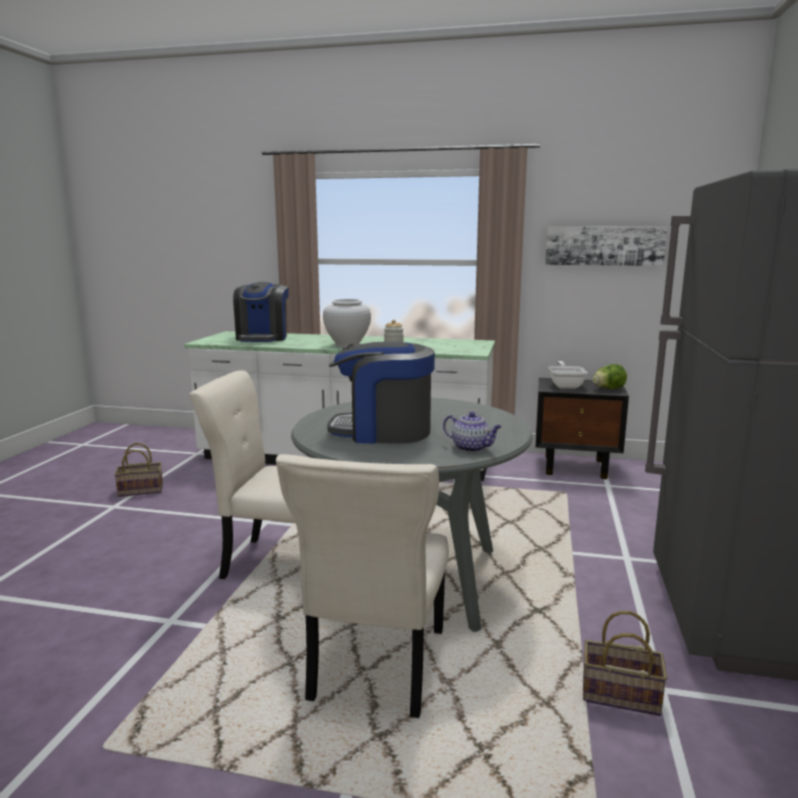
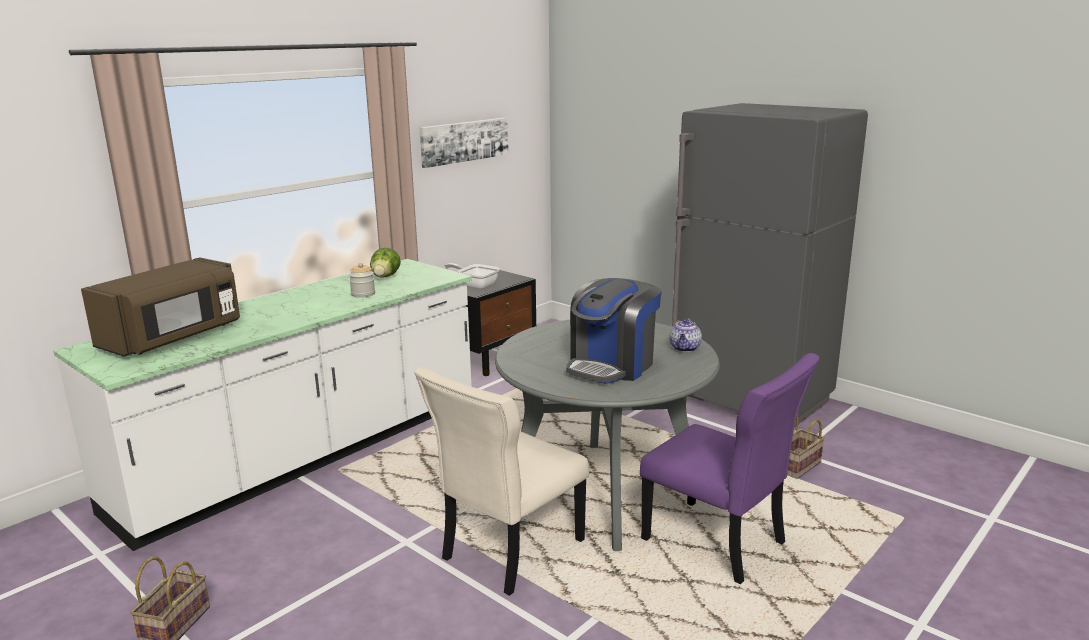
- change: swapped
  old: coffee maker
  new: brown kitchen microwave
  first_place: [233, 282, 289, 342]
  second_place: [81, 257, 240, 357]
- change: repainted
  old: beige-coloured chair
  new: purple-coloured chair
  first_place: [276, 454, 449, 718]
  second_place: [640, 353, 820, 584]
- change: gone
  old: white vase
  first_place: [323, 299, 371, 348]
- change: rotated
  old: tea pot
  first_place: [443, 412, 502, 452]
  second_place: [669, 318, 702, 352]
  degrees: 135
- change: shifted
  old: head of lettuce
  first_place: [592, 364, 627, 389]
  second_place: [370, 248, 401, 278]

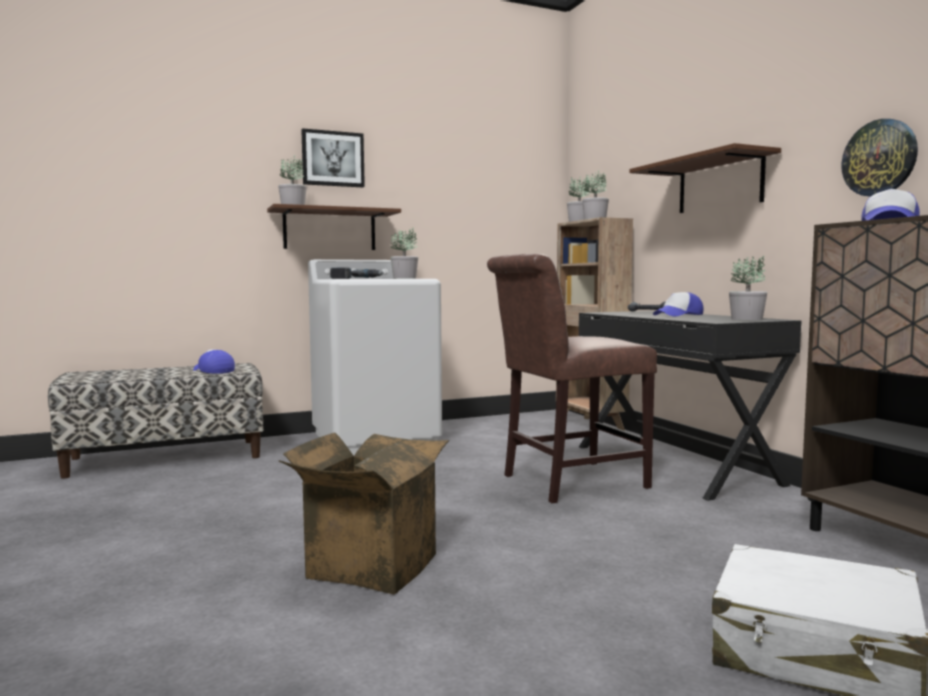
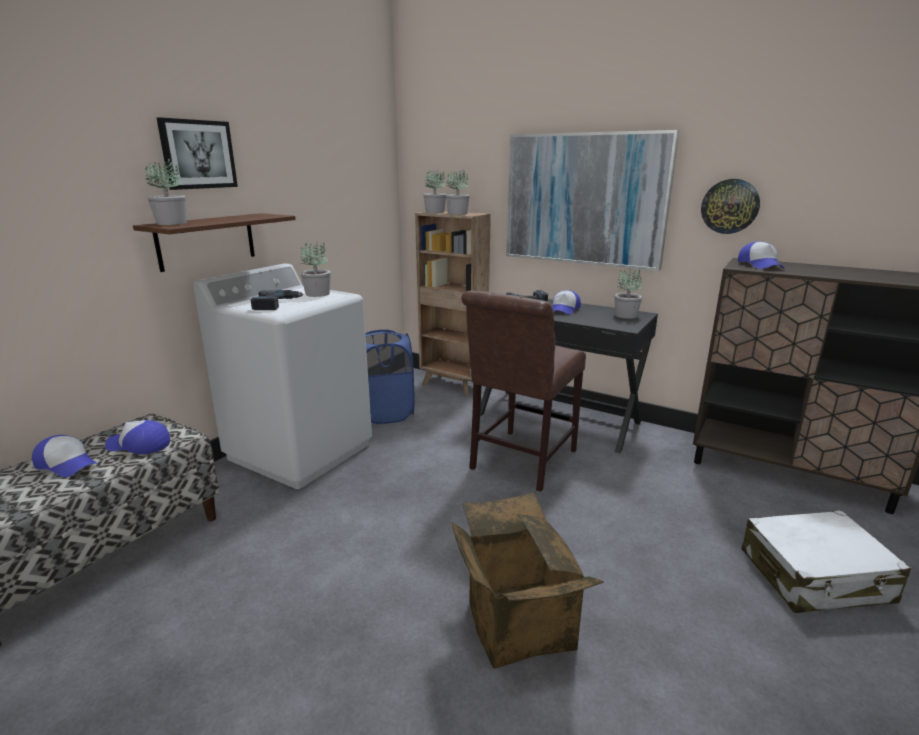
- change: swapped
  old: brown bracket shelf
  new: wall art
  first_place: [629, 143, 781, 213]
  second_place: [506, 130, 680, 271]
- change: new
  new: cap
  second_place: [32, 435, 97, 477]
- change: new
  new: bluish hamper
  second_place: [365, 329, 415, 424]

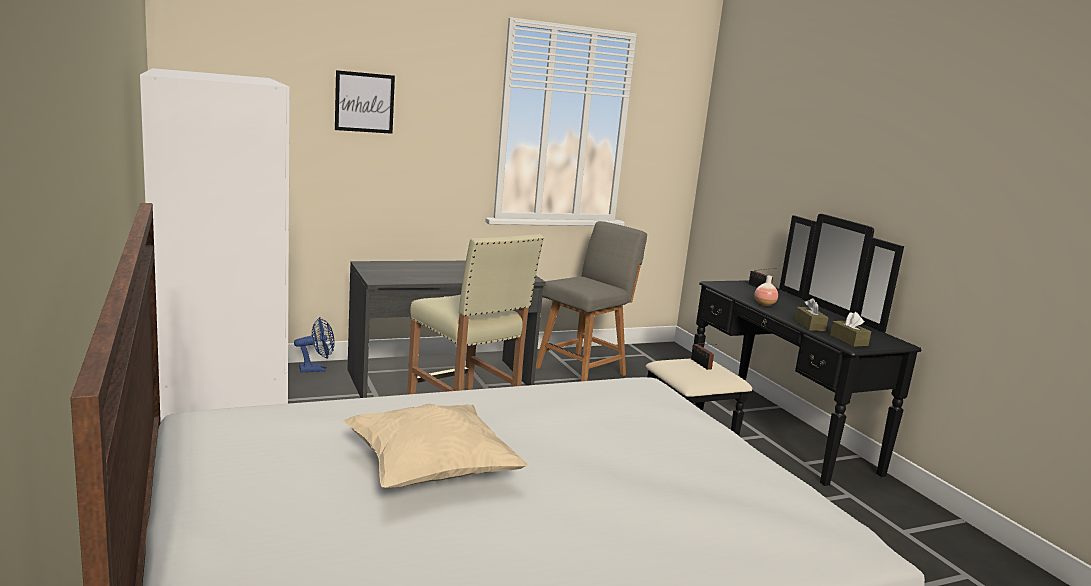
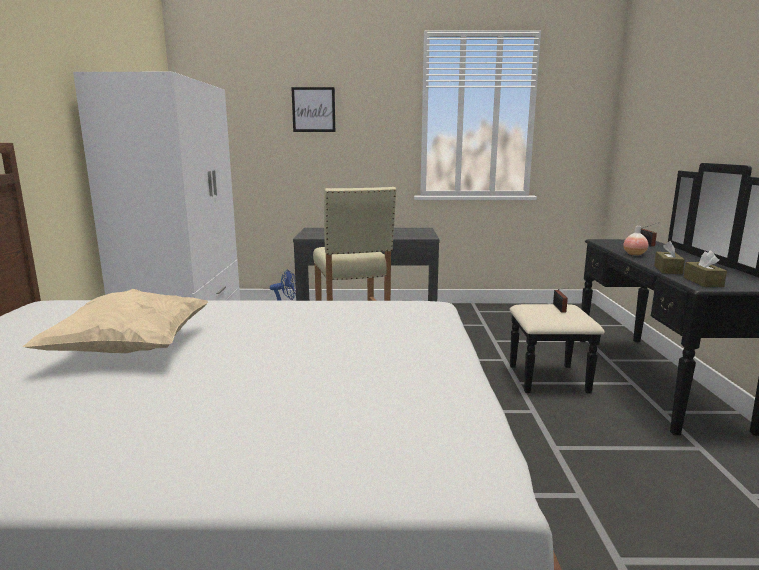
- change: gone
  old: grey chair
  first_place: [536, 221, 647, 381]

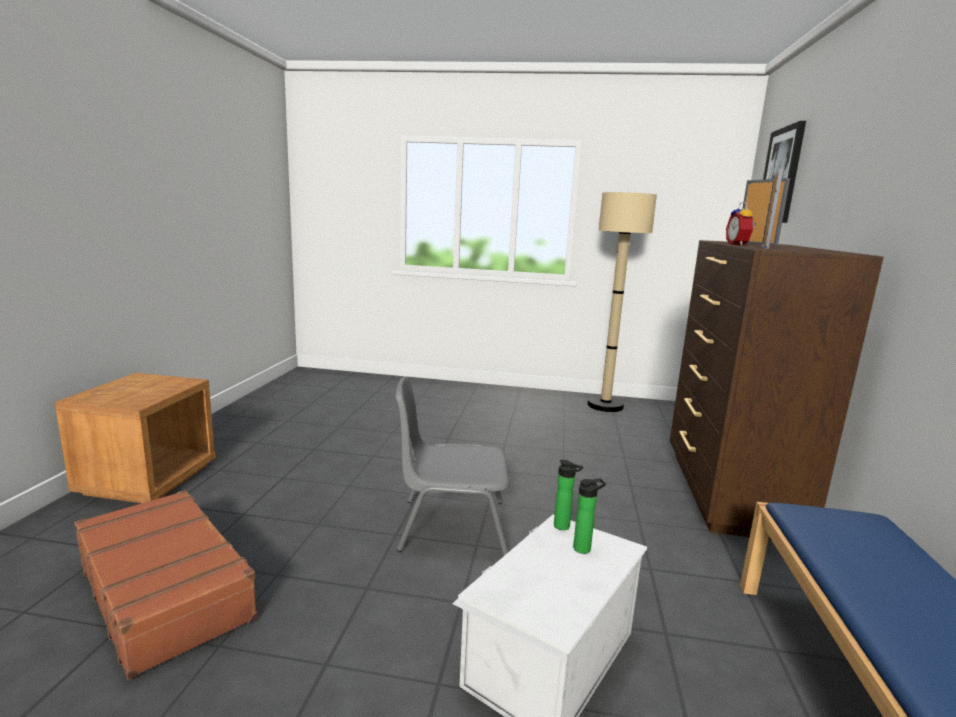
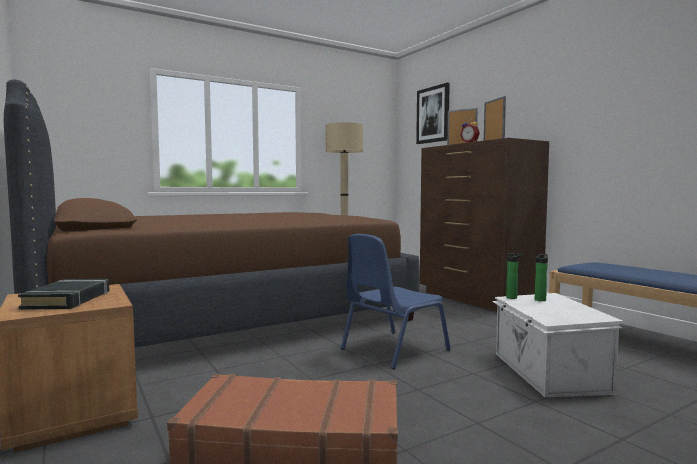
- change: repainted
  old: grey chair
  new: bluish chair
  first_place: [396, 376, 510, 556]
  second_place: [341, 234, 451, 369]
- change: new
  new: brown bed
  second_place: [4, 80, 420, 347]
- change: new
  new: blackish bound book
  second_place: [18, 279, 109, 310]

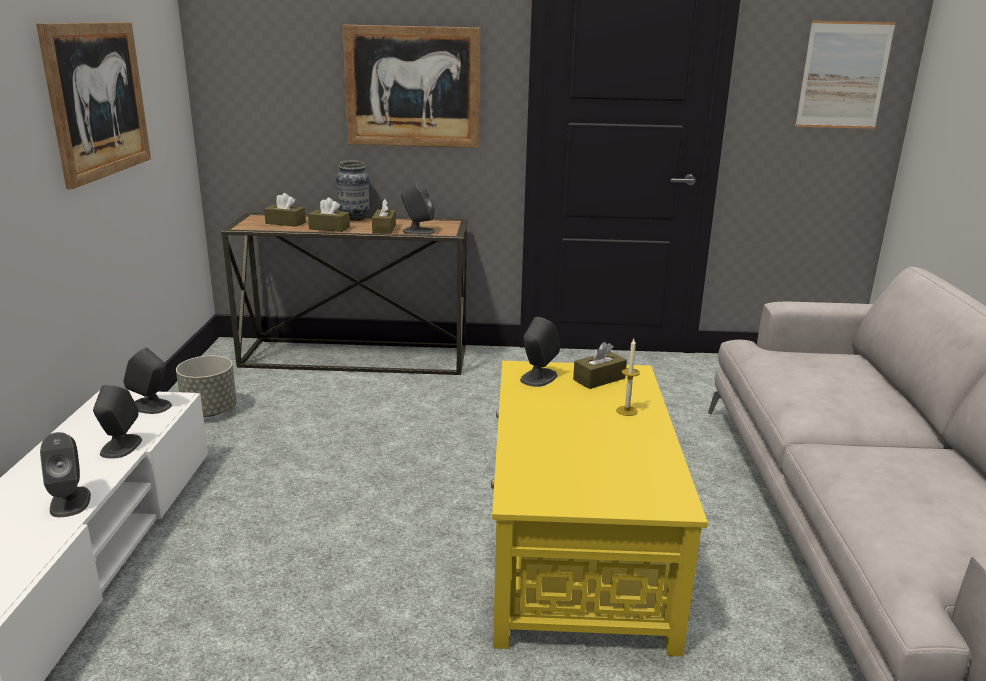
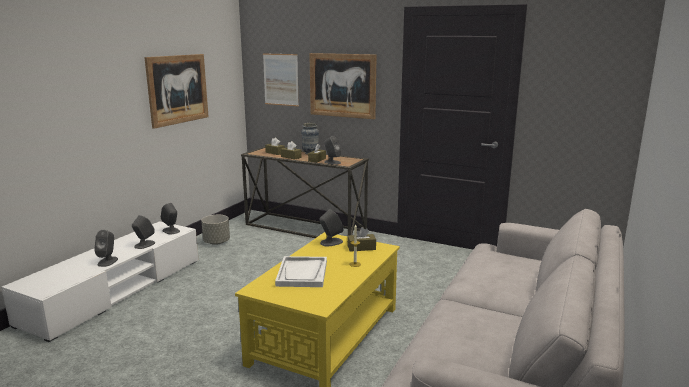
- change: shifted
  old: wall art
  first_place: [795, 21, 896, 129]
  second_place: [263, 53, 299, 106]
- change: new
  new: white serving tray
  second_place: [275, 256, 327, 287]

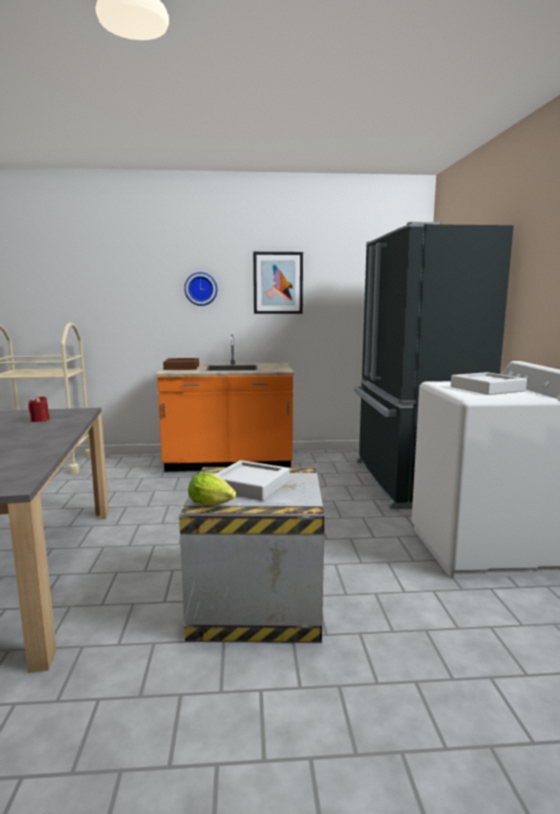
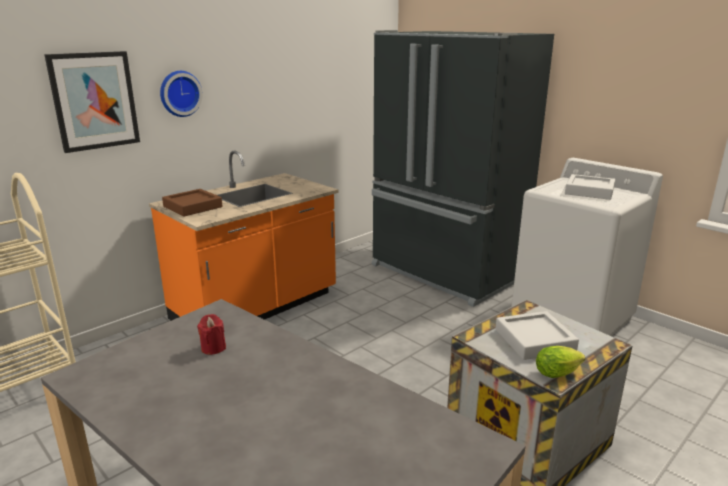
- change: shifted
  old: wall art
  first_place: [253, 252, 303, 314]
  second_place: [44, 51, 140, 153]

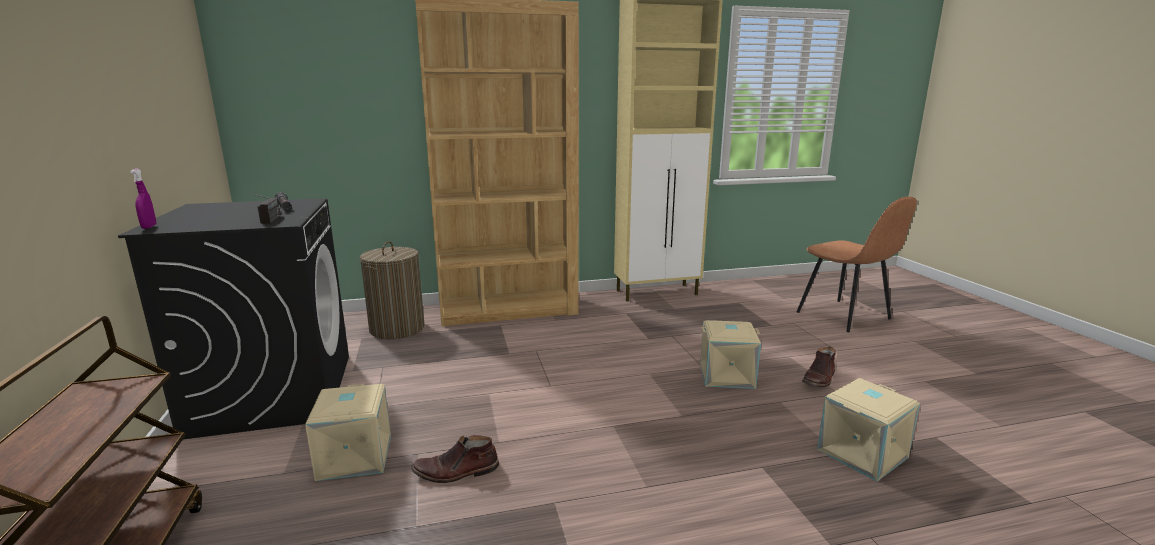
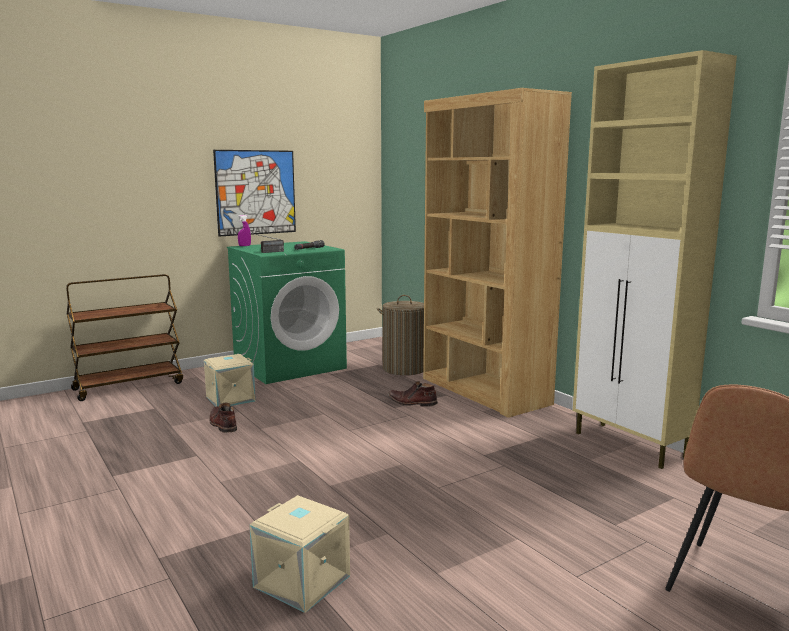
- change: repainted
  old: blackish laundry appliance
  new: green laundry appliance
  first_place: [118, 198, 349, 439]
  second_place: [227, 241, 347, 384]
- change: gone
  old: beige-coloured storage box
  first_place: [700, 320, 761, 389]
- change: shifted
  old: brown tall boot
  first_place: [802, 346, 836, 388]
  second_place: [388, 381, 438, 407]
- change: new
  new: wall art
  second_place: [213, 150, 296, 236]

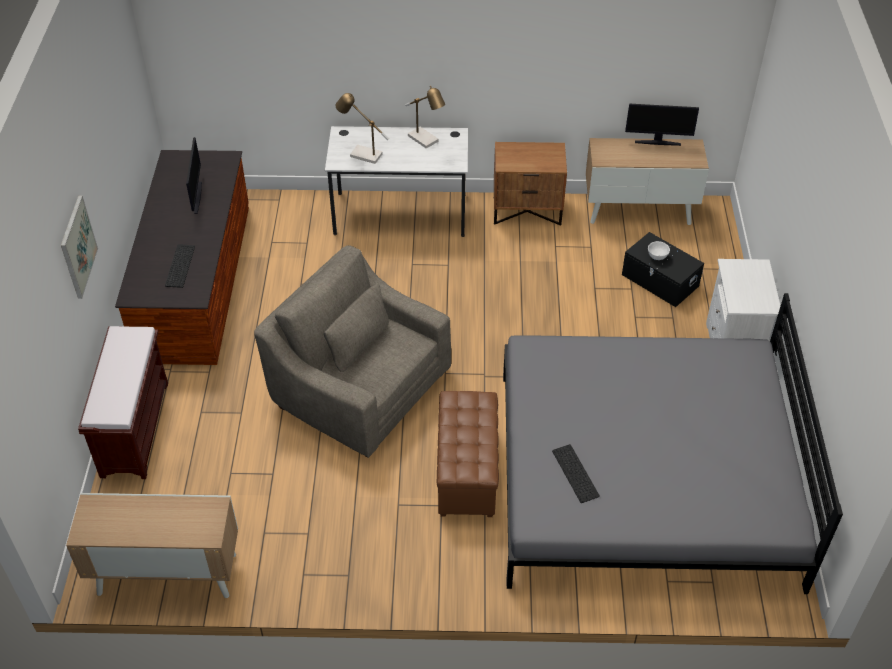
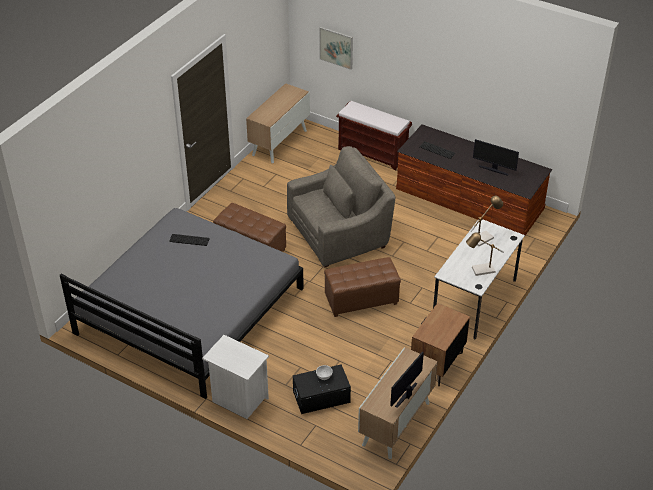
- change: shifted
  old: wall art
  first_place: [61, 195, 98, 299]
  second_place: [319, 27, 353, 70]
- change: new
  new: brown ottoman
  second_place: [324, 257, 401, 317]

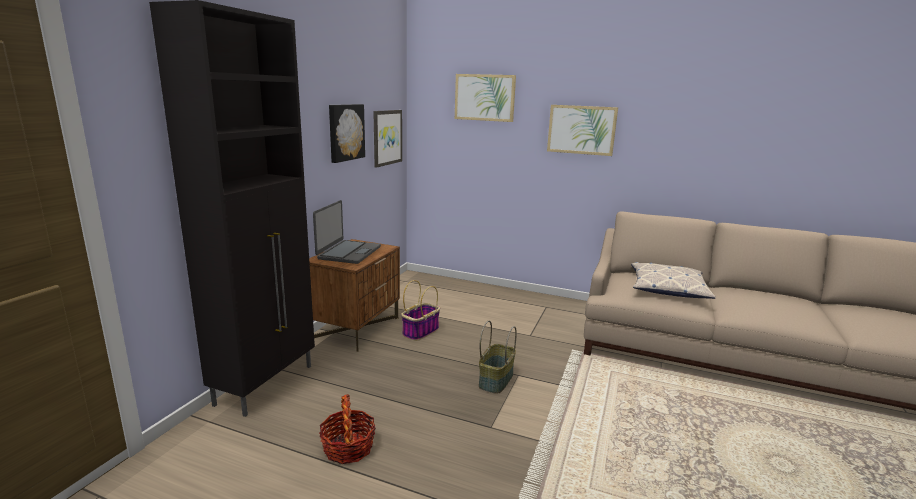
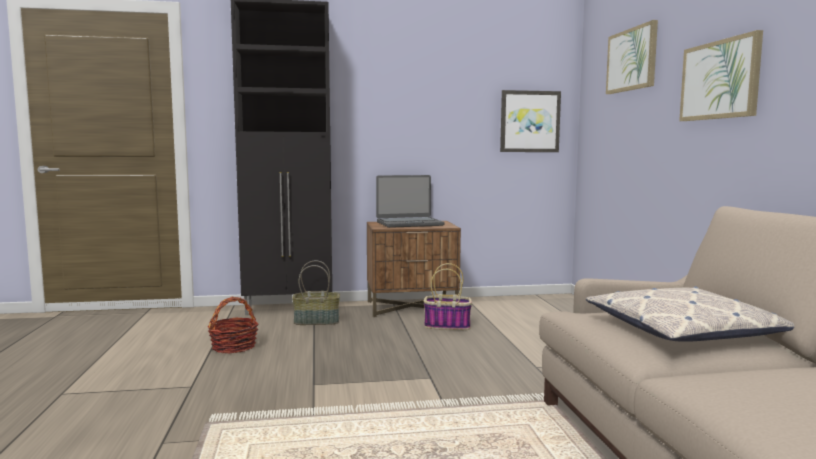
- change: gone
  old: wall art
  first_place: [329, 104, 365, 163]
- change: shifted
  old: storage basket
  first_place: [479, 321, 517, 394]
  second_place: [292, 260, 340, 325]

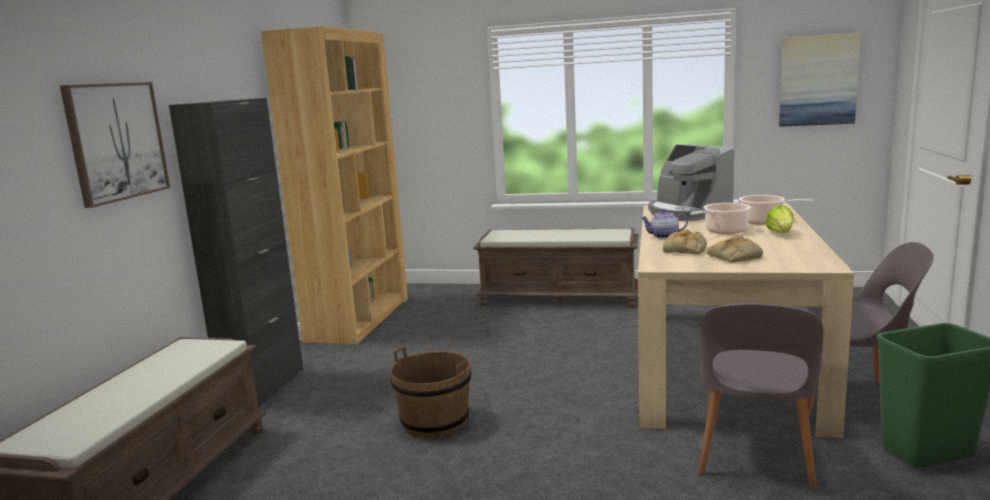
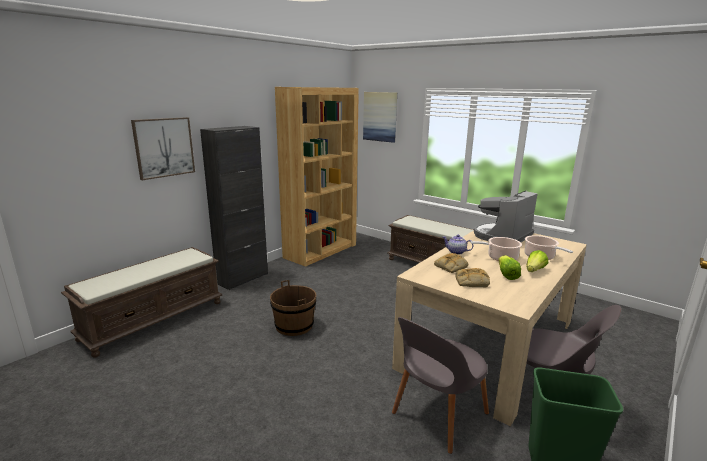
- change: rotated
  old: coffee maker
  first_place: [648, 144, 734, 221]
  second_place: [474, 191, 538, 242]
  degrees: 45
- change: shifted
  old: wall art
  first_place: [779, 33, 861, 127]
  second_place: [363, 92, 397, 143]
- change: new
  new: head of lettuce
  second_place: [498, 255, 521, 280]

